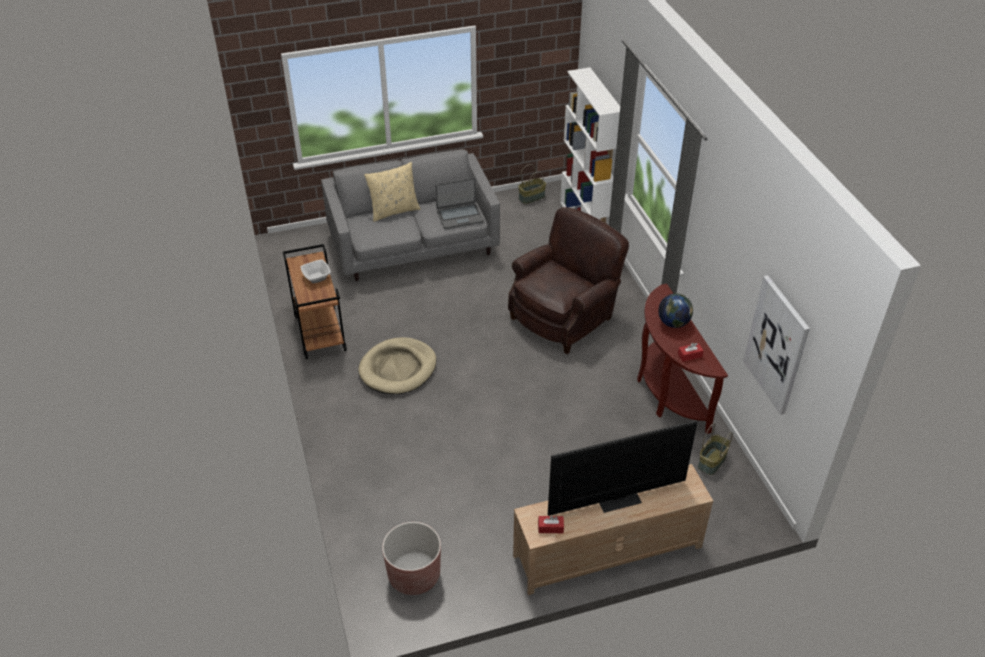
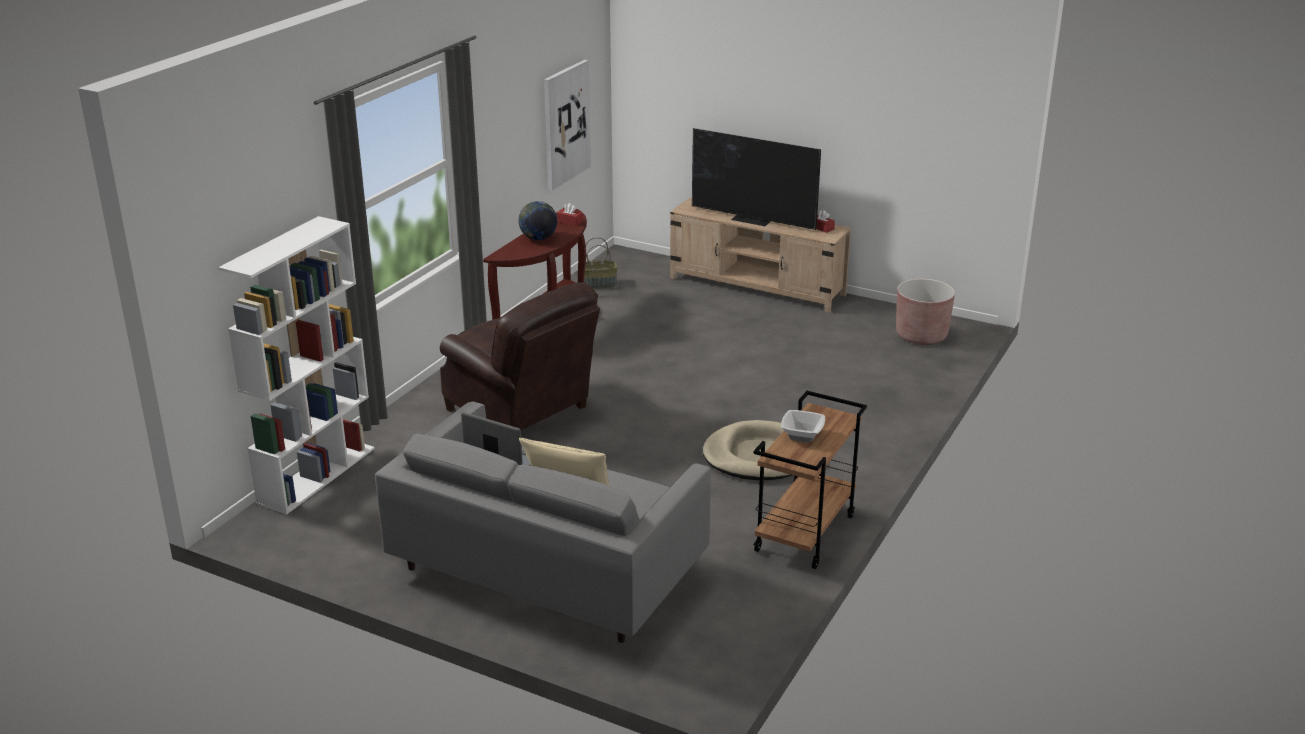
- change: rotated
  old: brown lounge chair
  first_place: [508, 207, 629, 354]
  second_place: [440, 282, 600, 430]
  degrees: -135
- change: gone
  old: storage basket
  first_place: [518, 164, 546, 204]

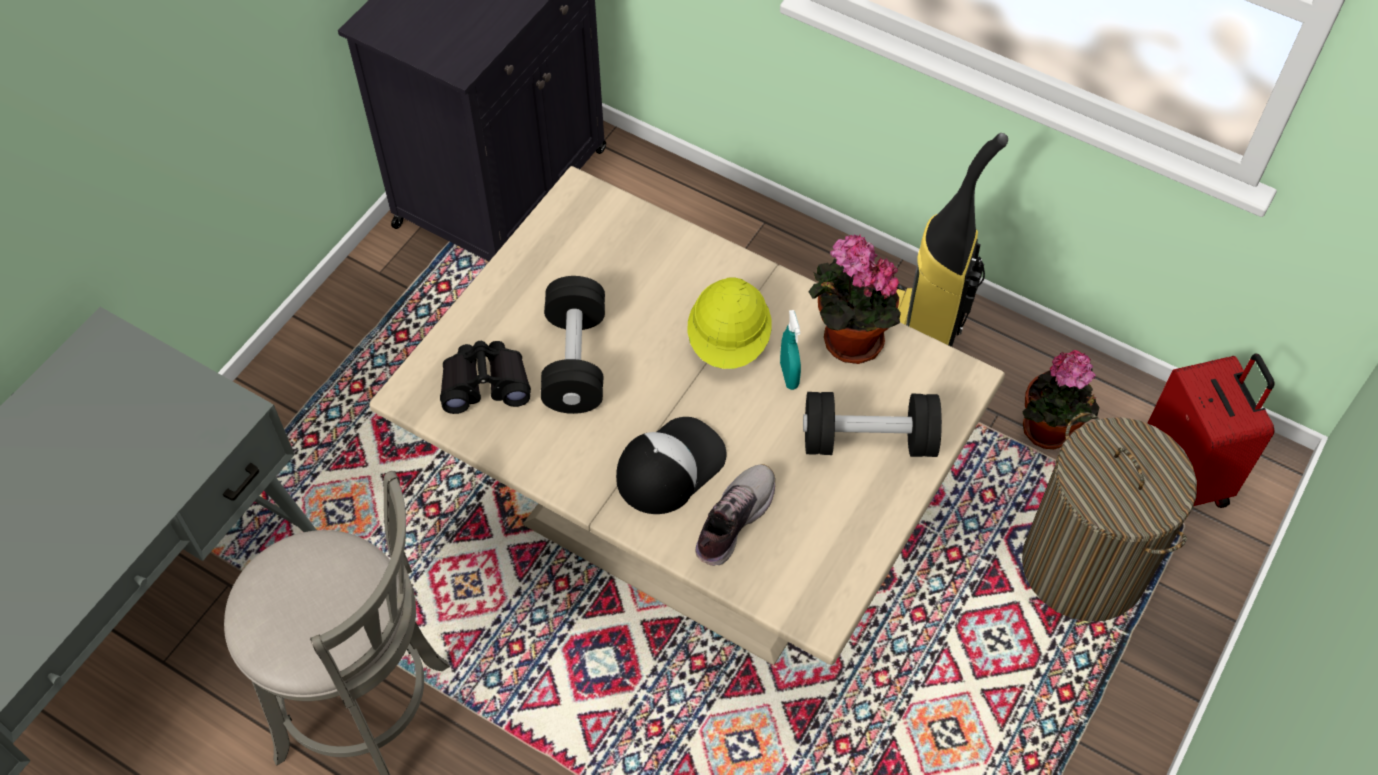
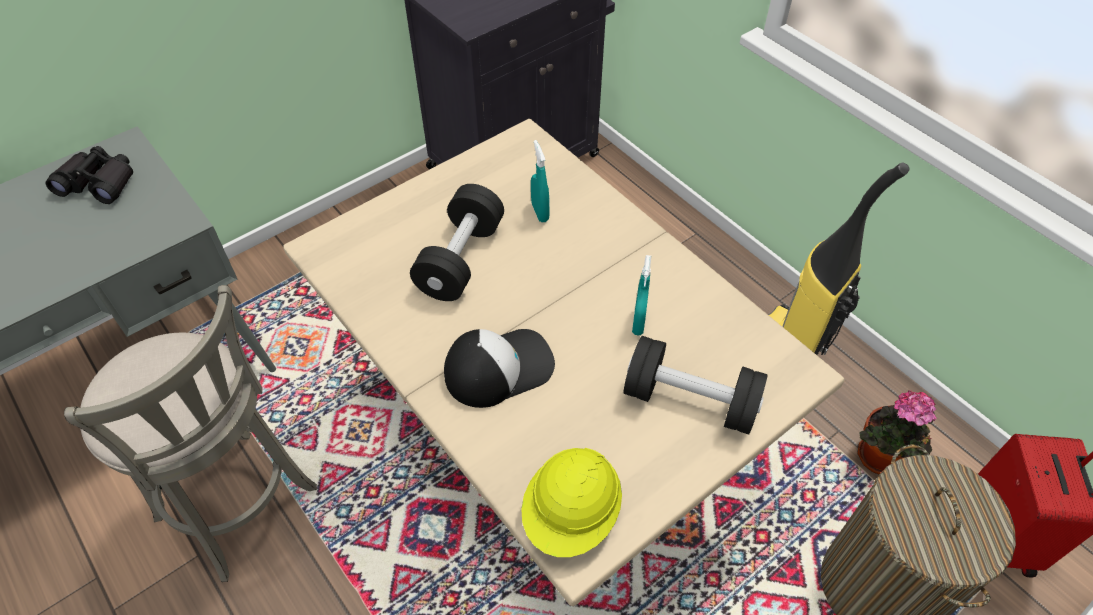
- change: shifted
  old: blackish field glasses
  first_place: [440, 341, 531, 414]
  second_place: [46, 146, 133, 204]
- change: shifted
  old: yellow-coloured work helmet
  first_place: [687, 278, 772, 369]
  second_place: [521, 448, 622, 557]
- change: gone
  old: low shoe
  first_place: [695, 464, 775, 566]
- change: gone
  old: houseplant
  first_place: [808, 234, 901, 364]
- change: new
  new: blue-green spray bottle
  second_place: [531, 140, 550, 222]

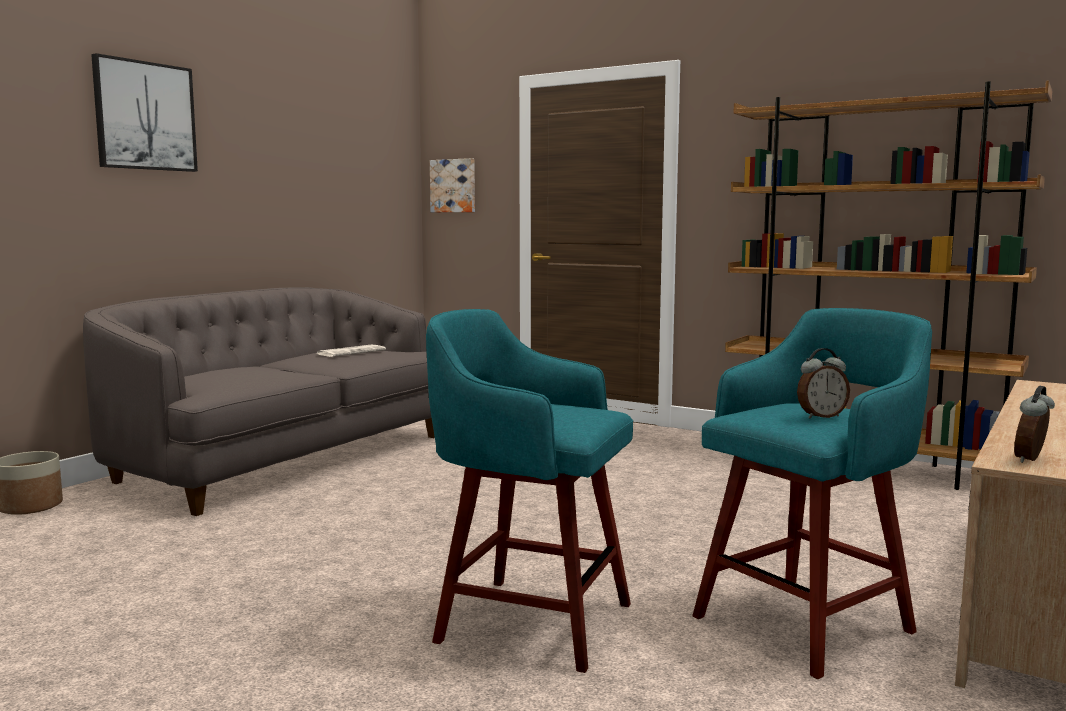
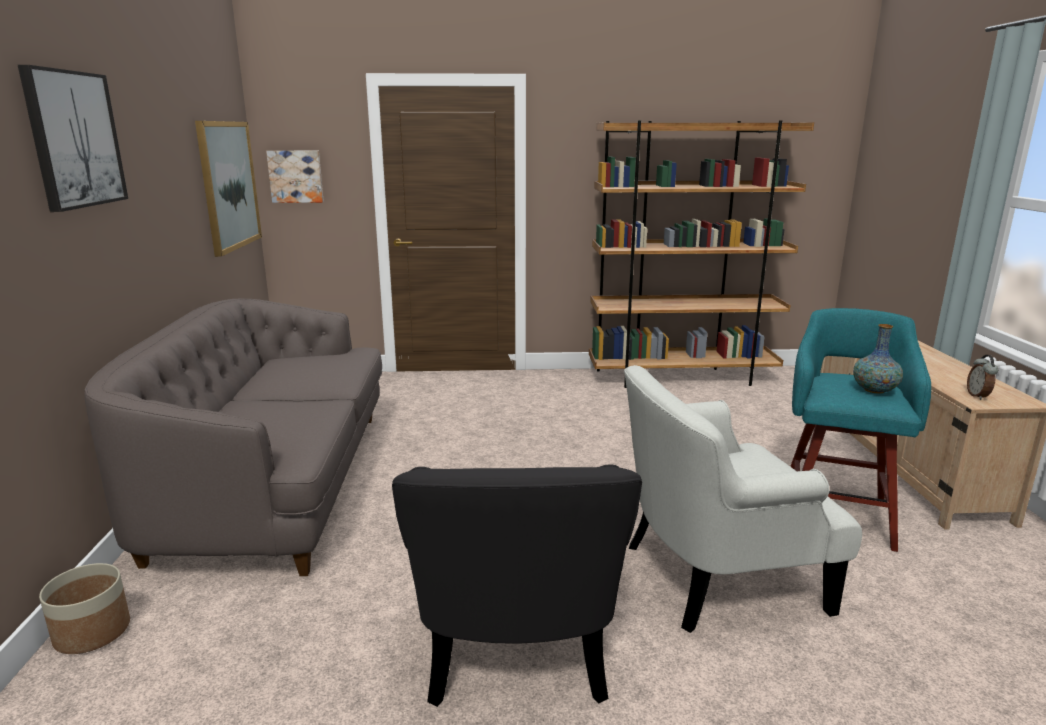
- change: gone
  old: daily paper
  first_place: [317, 345, 386, 357]
- change: swapped
  old: blue-green stool
  new: white lounge chair
  first_place: [426, 309, 633, 673]
  second_place: [624, 365, 862, 633]
- change: swapped
  old: table clock
  new: vase
  first_place: [797, 348, 850, 419]
  second_place: [853, 324, 903, 393]
- change: new
  new: wall art
  second_place: [195, 121, 262, 257]
- change: new
  new: blackish lounge chair
  second_place: [392, 464, 642, 707]

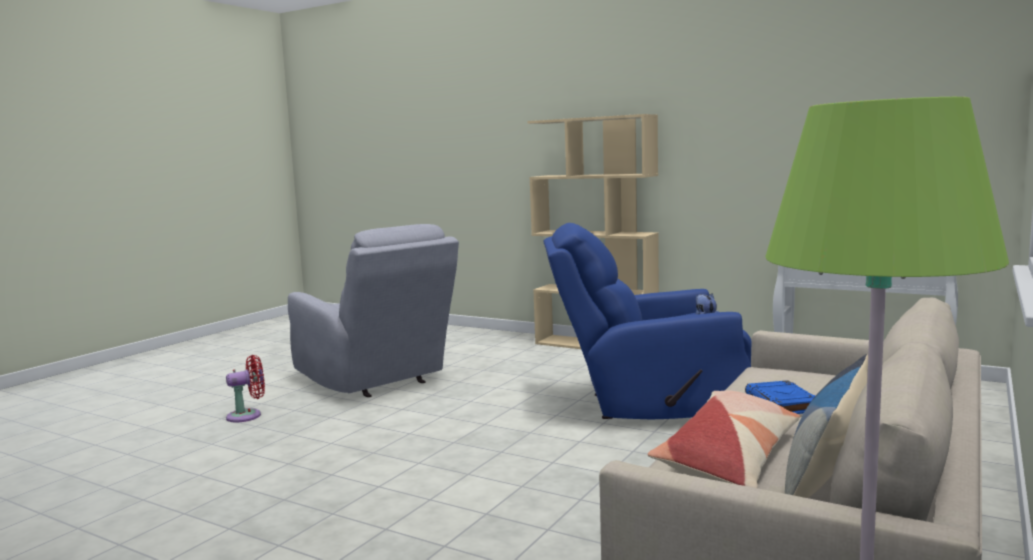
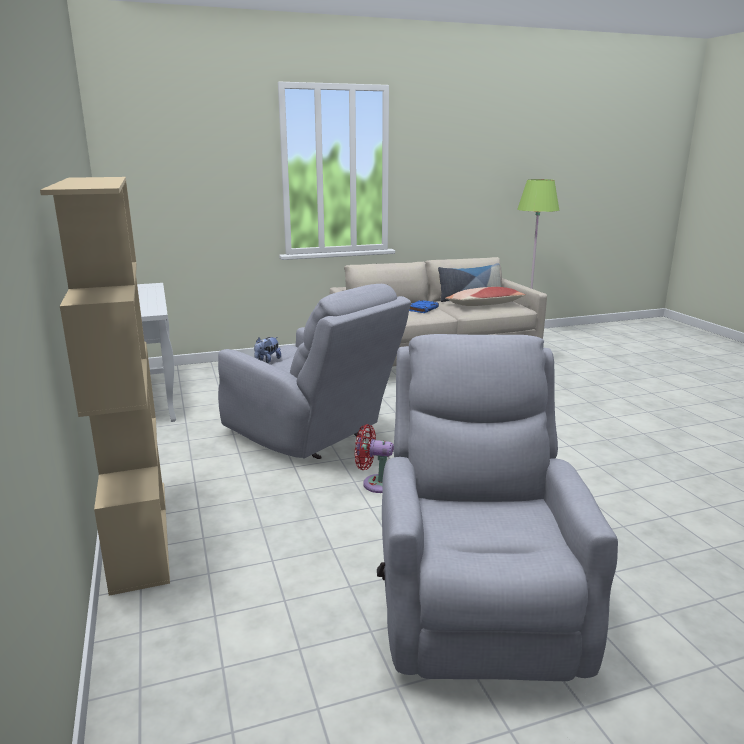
- change: shifted
  old: red cooling fan
  first_place: [226, 355, 265, 422]
  second_place: [355, 424, 394, 493]
- change: repainted
  old: bluish lounge chair
  new: grey lounge chair
  first_place: [543, 223, 751, 419]
  second_place: [218, 284, 411, 459]

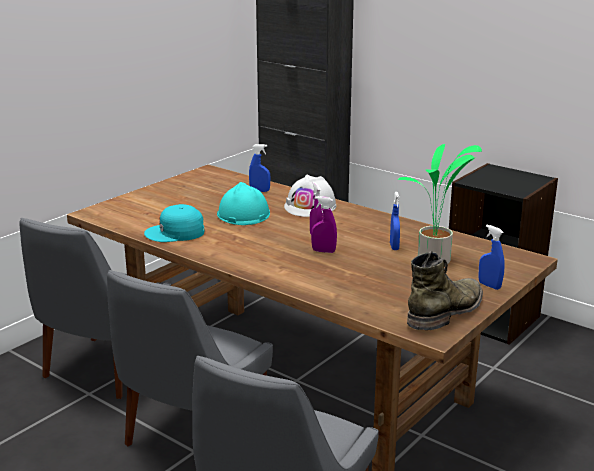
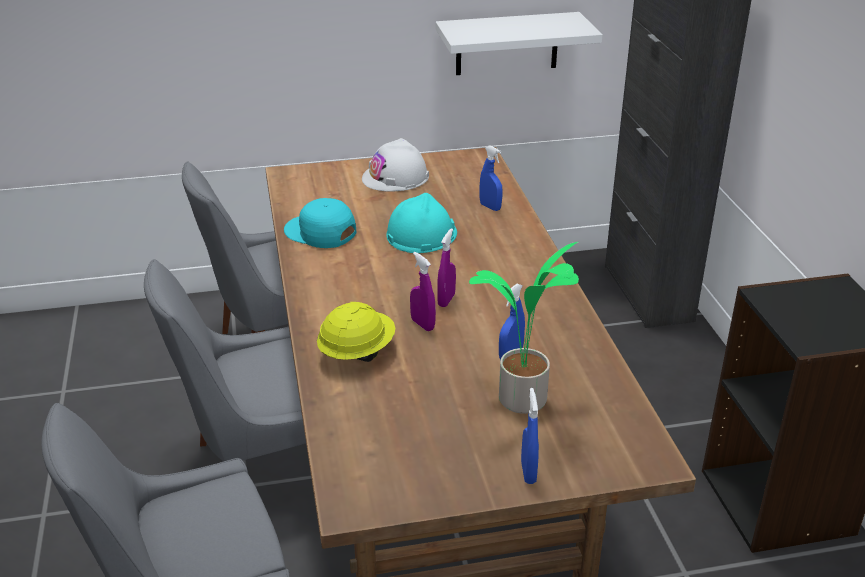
- change: shifted
  old: white work helmet
  first_place: [284, 175, 336, 217]
  second_place: [362, 138, 429, 192]
- change: gone
  old: green tall boot
  first_place: [407, 251, 483, 330]
- change: new
  new: yellow-coloured work helmet
  second_place: [317, 302, 395, 362]
- change: new
  new: white bracket shelf
  second_place: [436, 12, 603, 75]

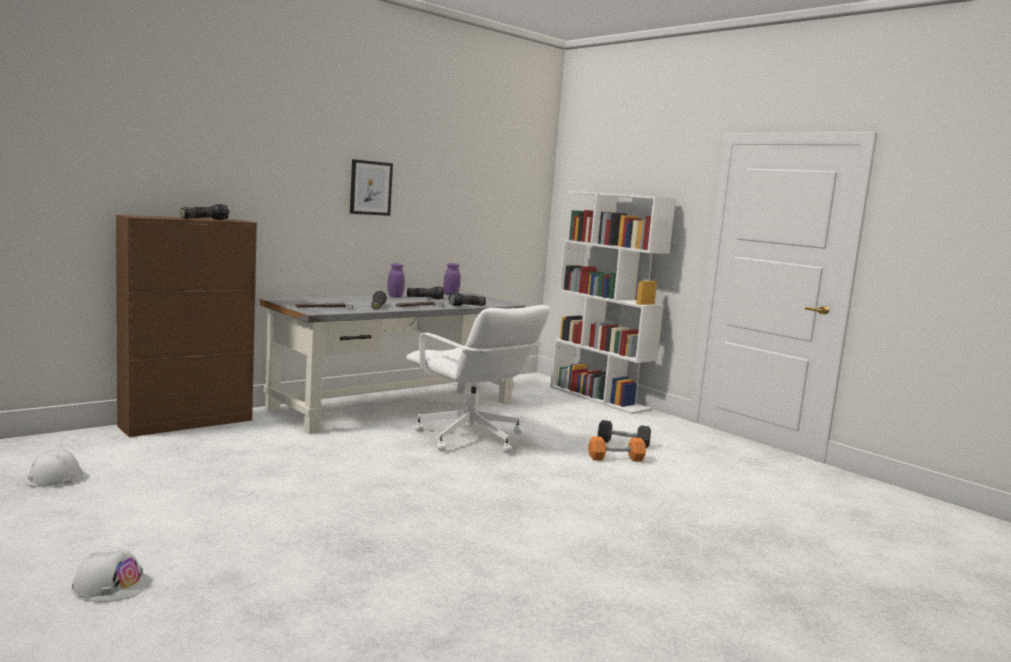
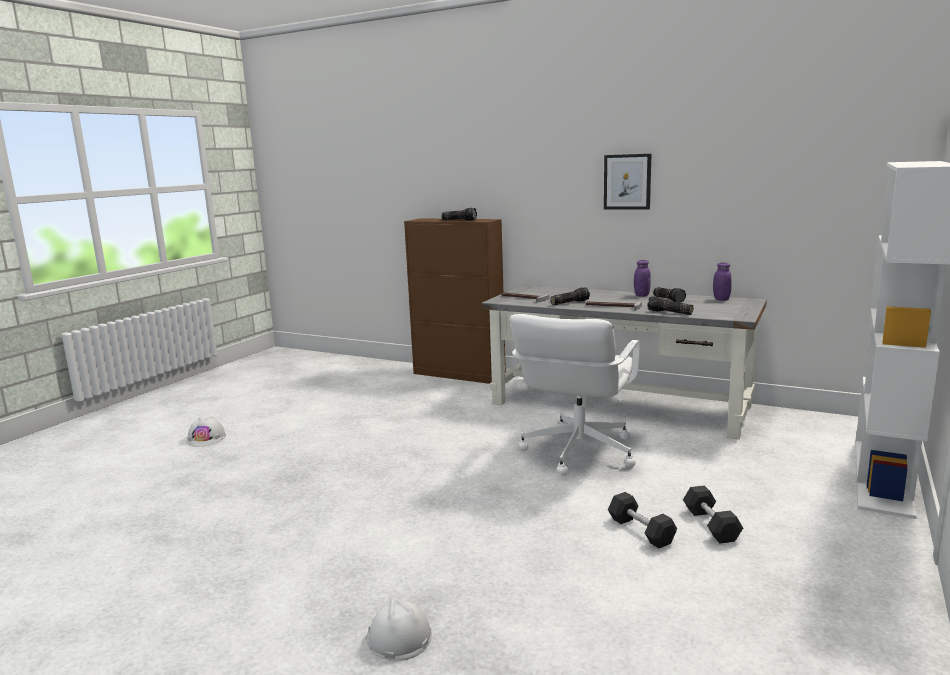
- change: shifted
  old: white work helmet
  first_place: [22, 449, 83, 487]
  second_place: [366, 598, 432, 661]
- change: repainted
  old: orange-coloured free weight
  new: grey free weight
  first_place: [588, 436, 646, 462]
  second_place: [608, 492, 677, 548]

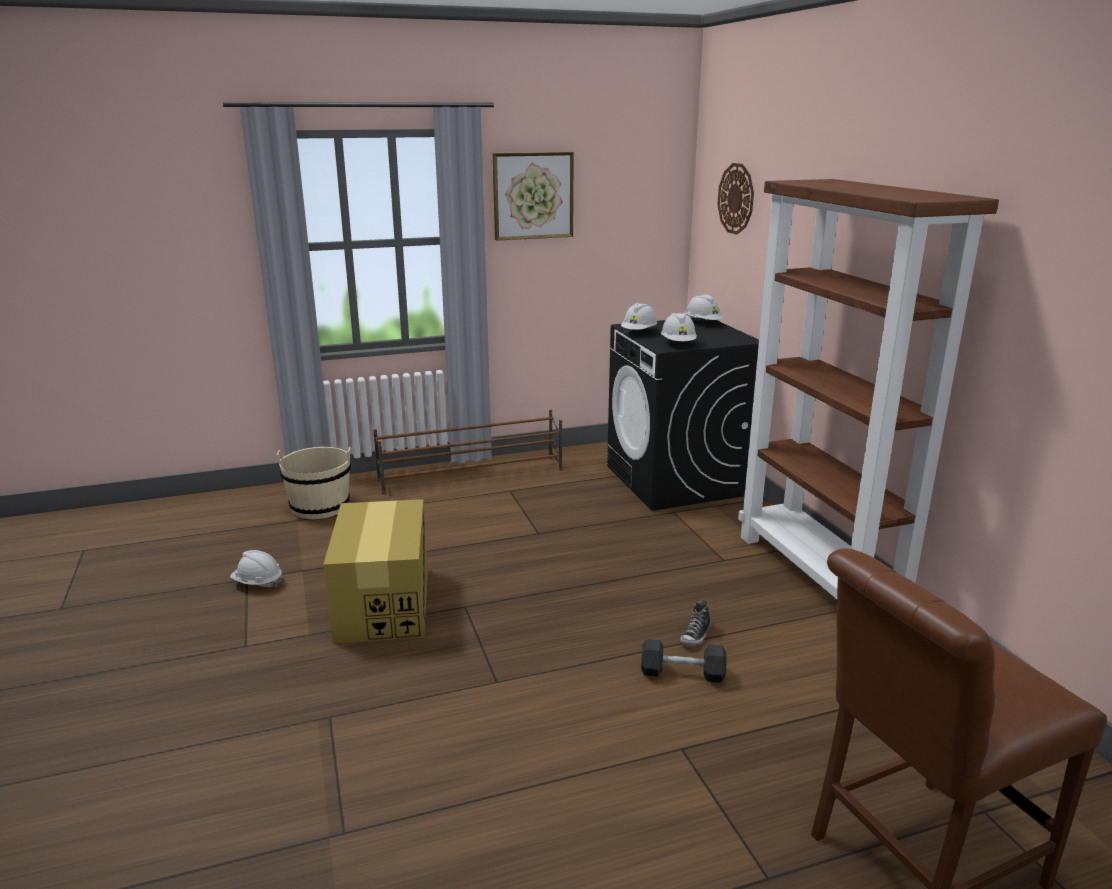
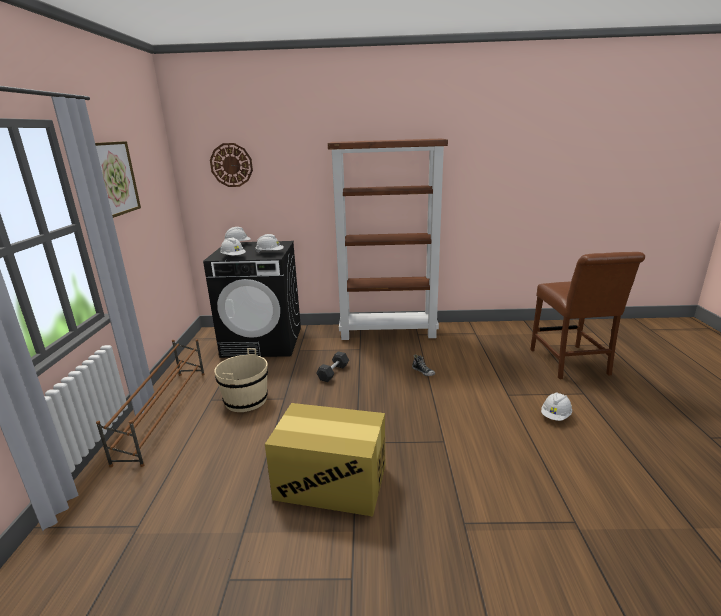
- change: shifted
  old: white work helmet
  first_place: [230, 550, 282, 587]
  second_place: [541, 392, 572, 421]
- change: shifted
  old: beige-coloured bucket
  first_place: [277, 447, 351, 519]
  second_place: [215, 348, 268, 412]
- change: shifted
  old: grey free weight
  first_place: [641, 639, 727, 683]
  second_place: [316, 351, 349, 382]

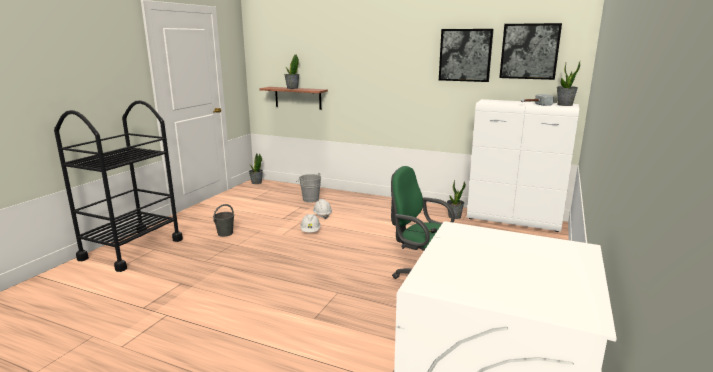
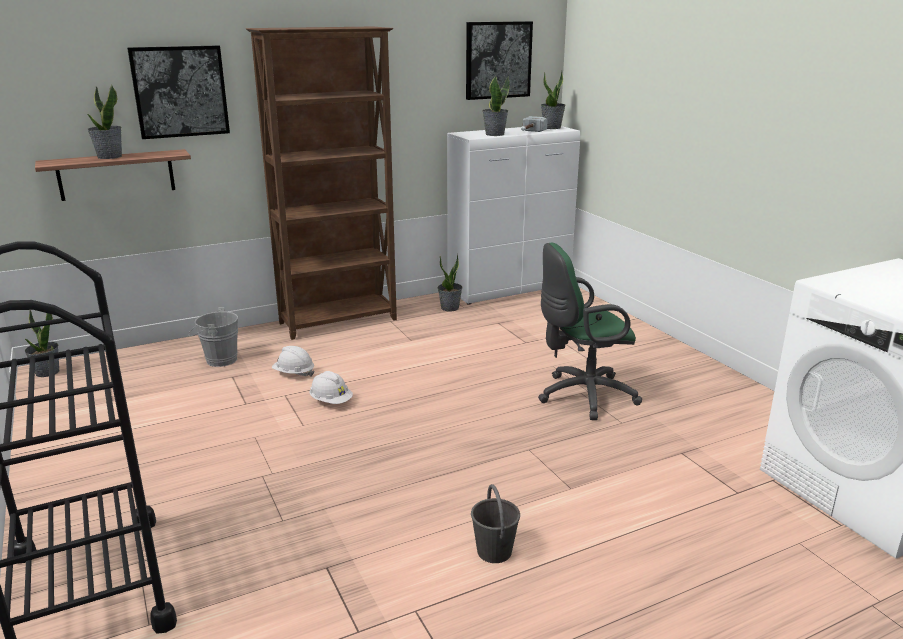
- change: shifted
  old: grey bucket
  first_place: [213, 204, 234, 237]
  second_place: [471, 484, 520, 563]
- change: shifted
  old: wall art
  first_place: [439, 29, 493, 82]
  second_place: [127, 45, 230, 139]
- change: new
  new: brown bookshelf
  second_place: [246, 27, 397, 340]
- change: new
  new: houseplant
  second_place: [482, 75, 509, 136]

